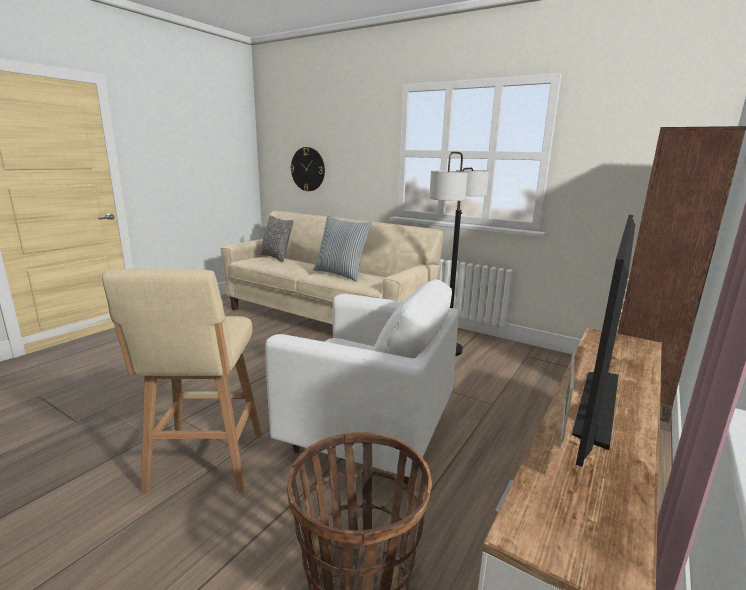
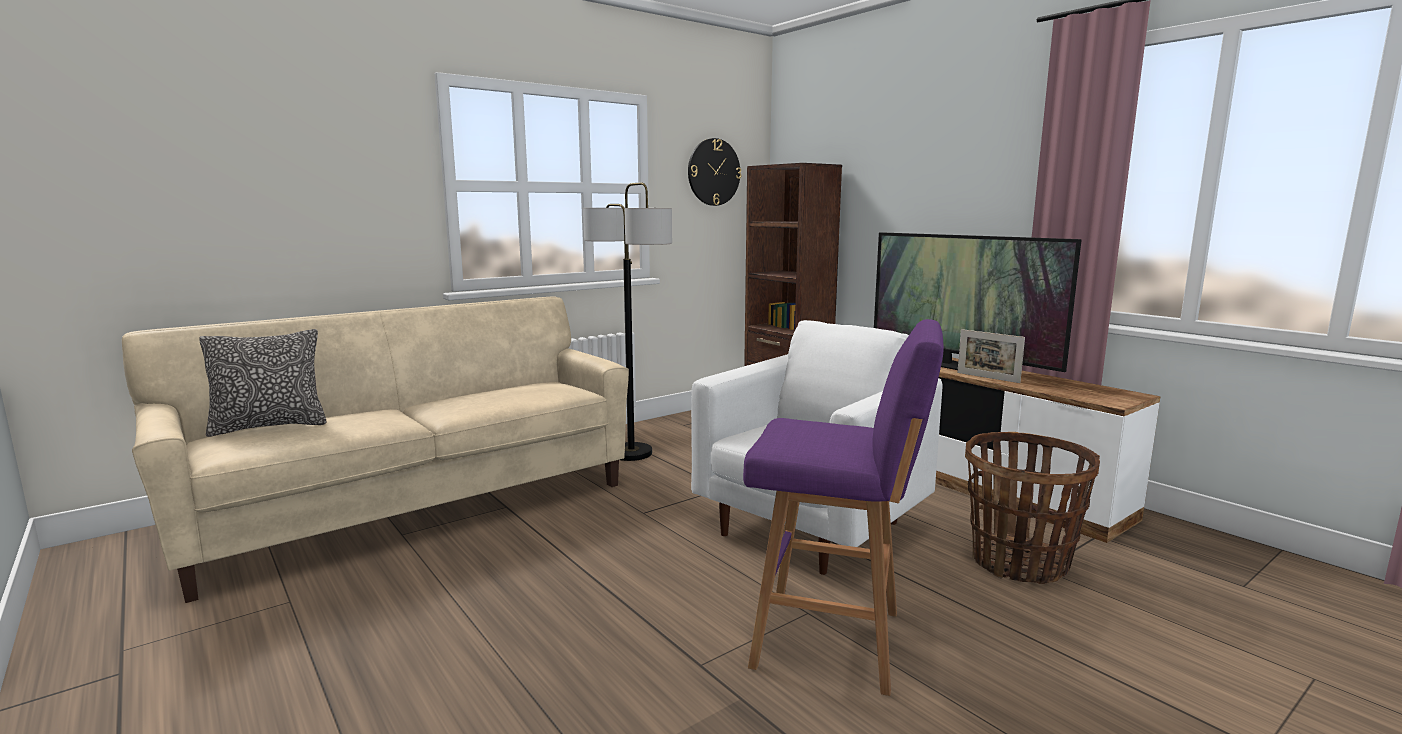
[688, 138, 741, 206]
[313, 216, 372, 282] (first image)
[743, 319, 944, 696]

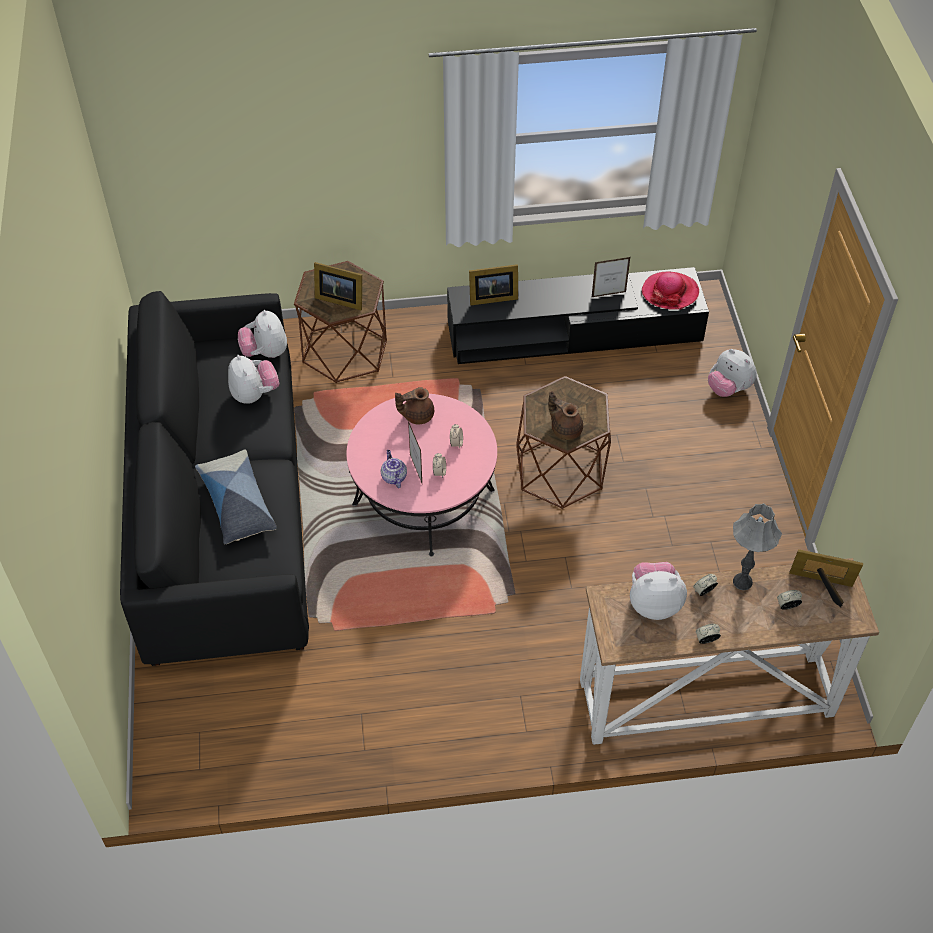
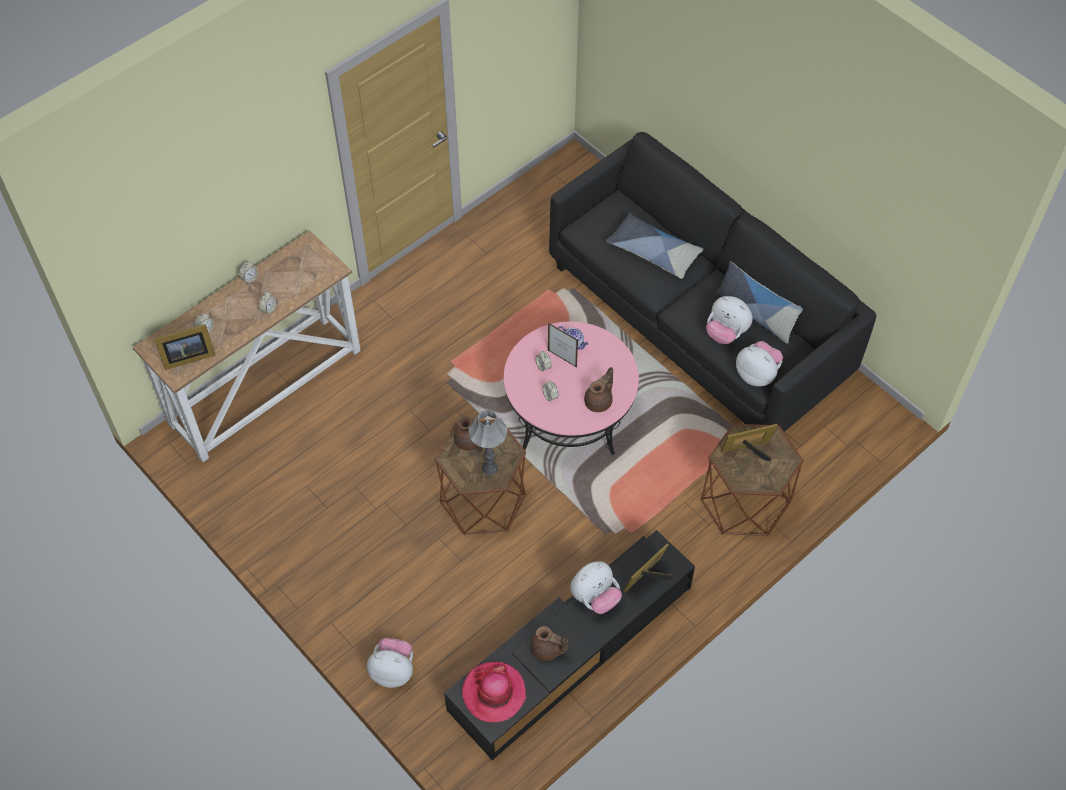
[530, 626, 569, 661]
[468, 409, 508, 475]
[570, 561, 622, 614]
[715, 261, 803, 344]

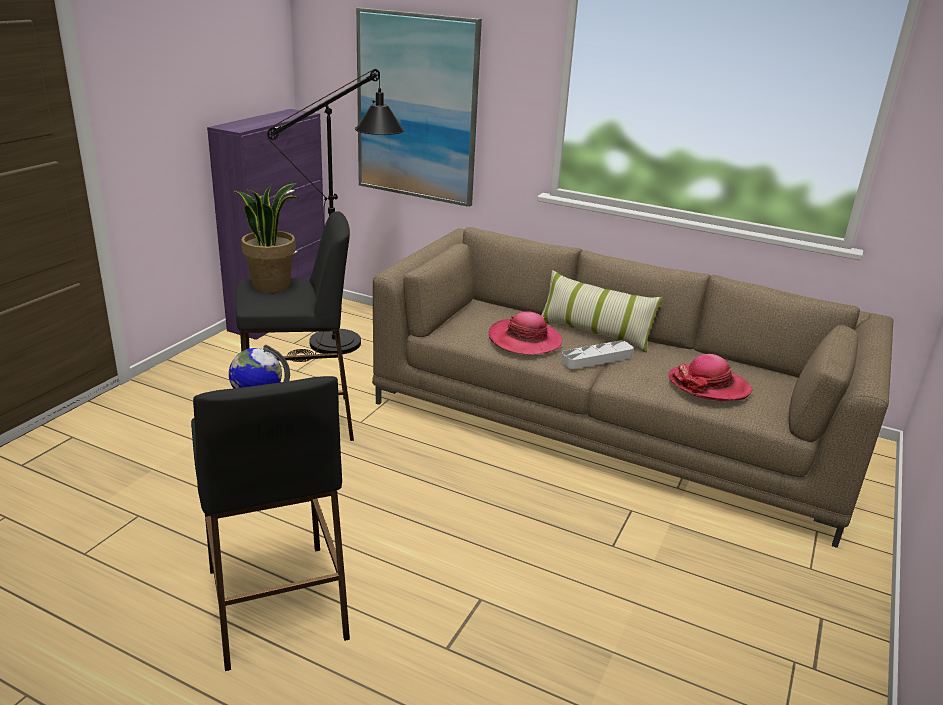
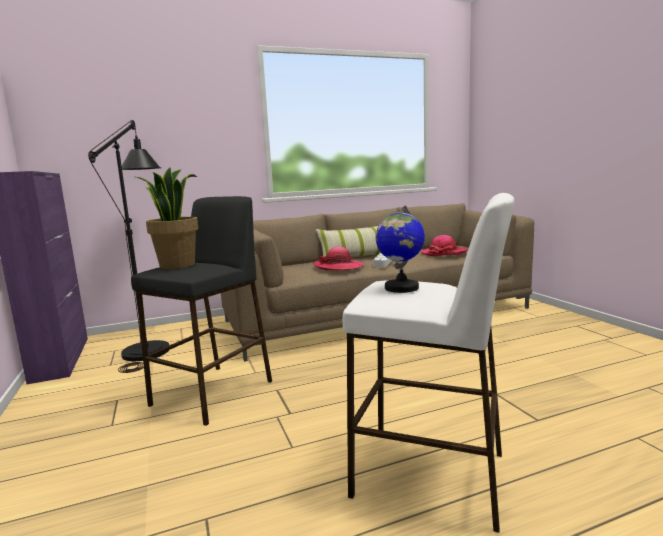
[356, 7, 482, 207] (first image)
[343, 193, 514, 533]

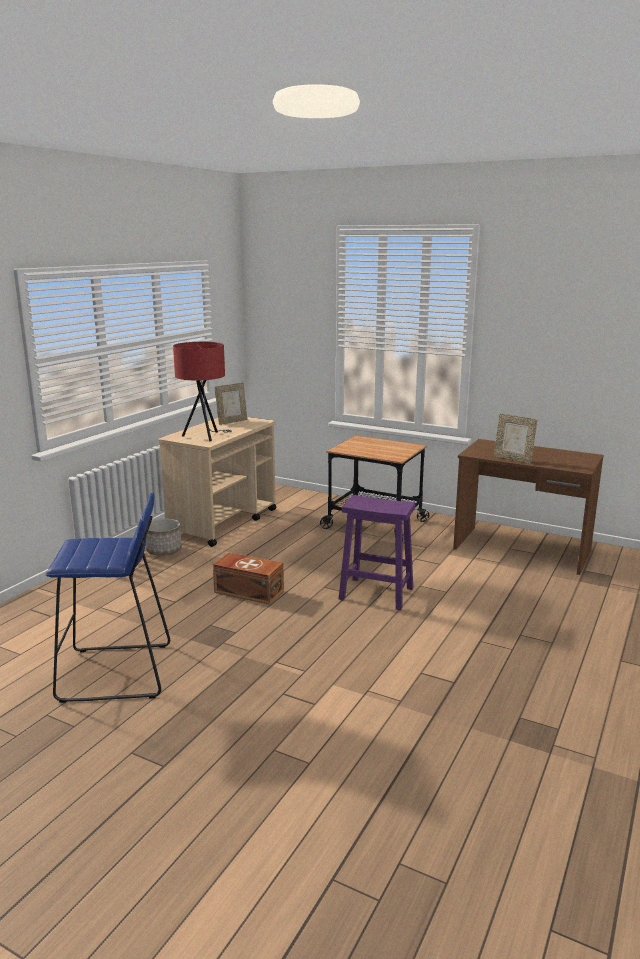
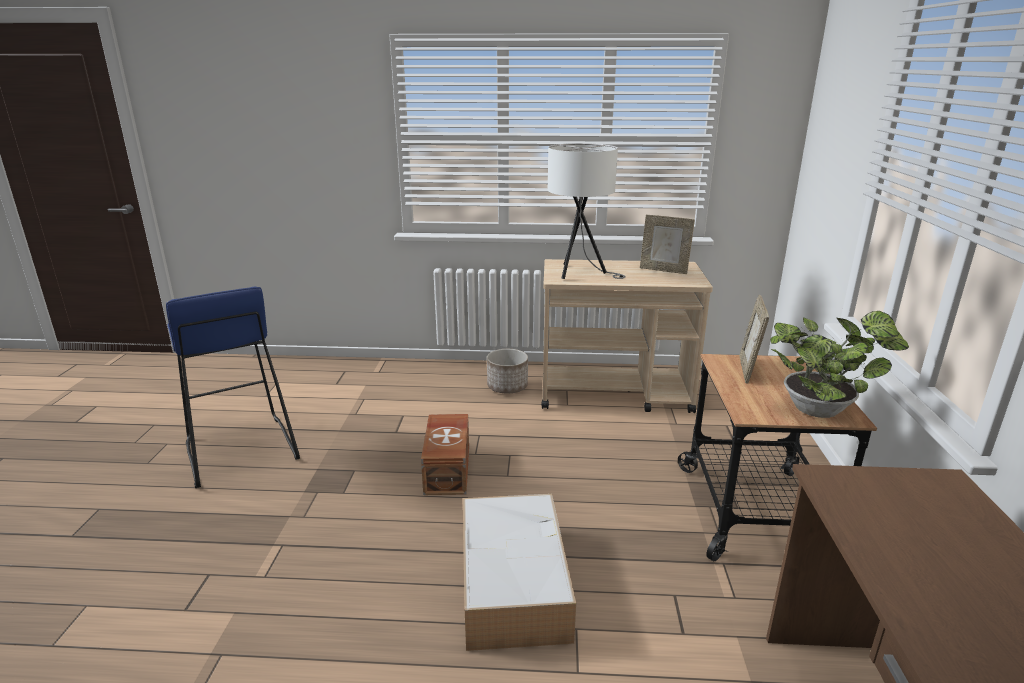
[548, 143, 626, 279]
[739, 295, 769, 384]
[463, 494, 576, 651]
[770, 311, 909, 418]

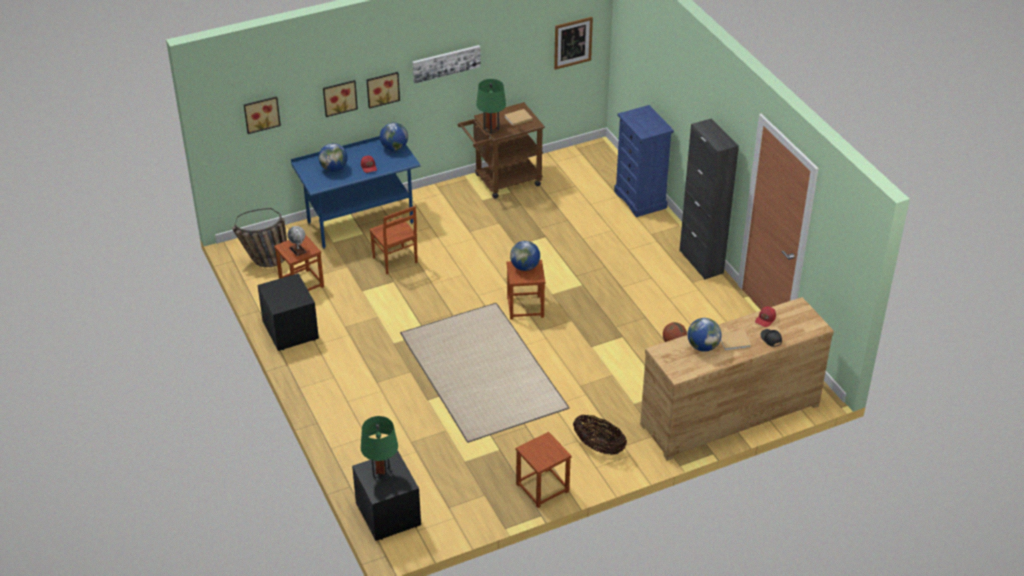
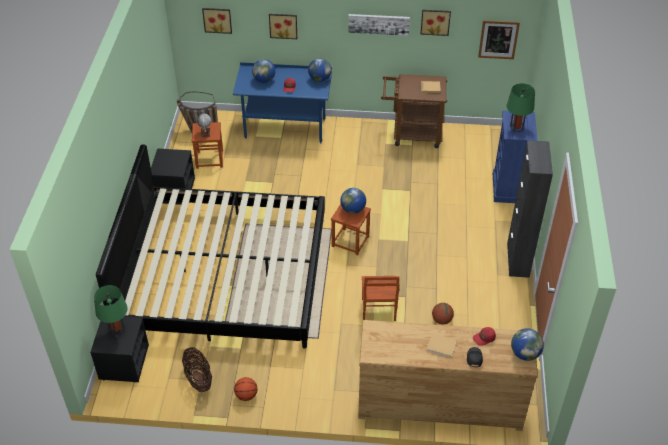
[420, 10, 451, 36]
[507, 83, 535, 132]
[362, 276, 399, 321]
[511, 328, 544, 361]
[182, 347, 212, 393]
[234, 377, 257, 401]
[96, 145, 325, 349]

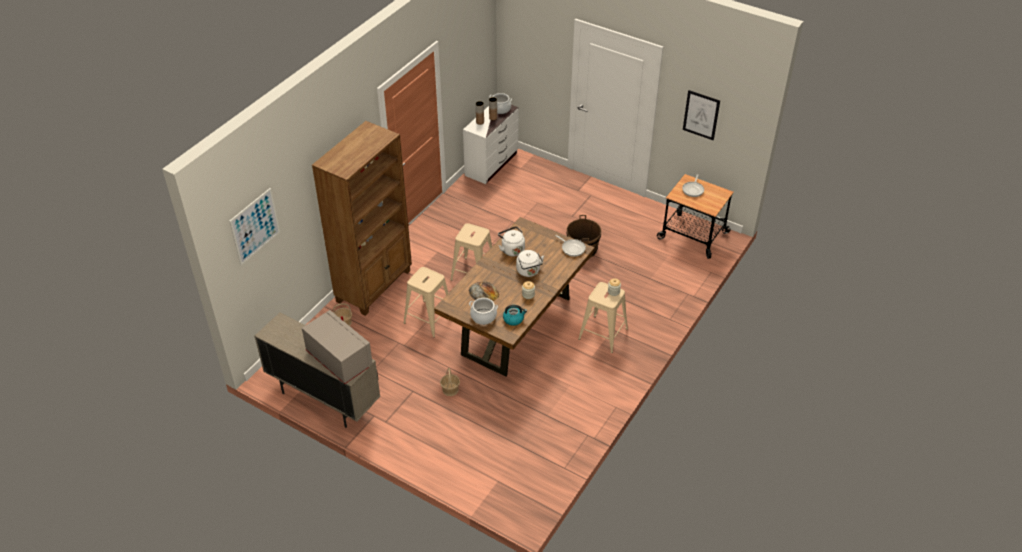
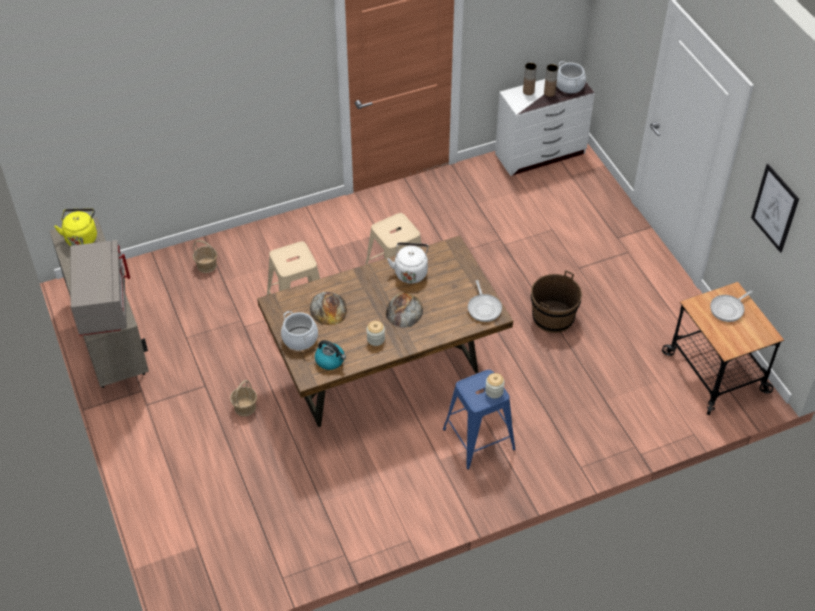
[312, 121, 412, 316] (first image)
[229, 188, 280, 265] (first image)
[386, 293, 423, 328]
[443, 370, 516, 470]
[54, 208, 97, 246]

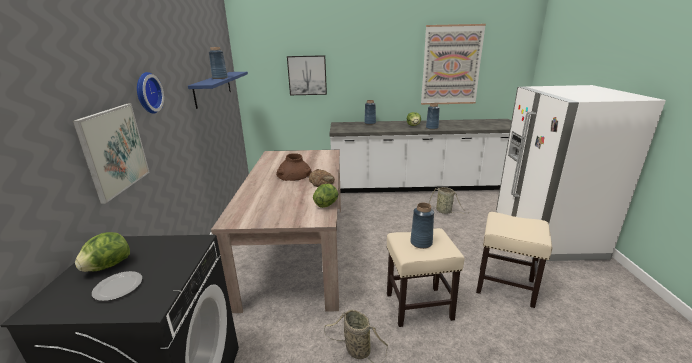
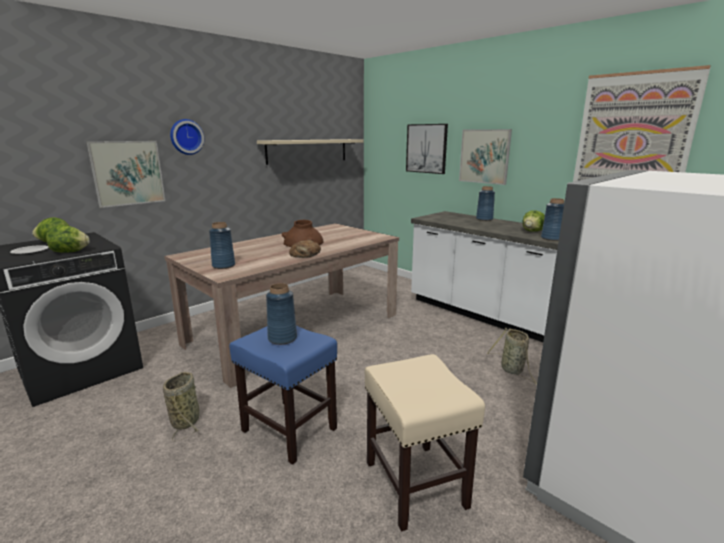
[209, 222, 235, 269]
[257, 139, 363, 165]
[46, 225, 90, 253]
[229, 325, 337, 465]
[459, 129, 512, 185]

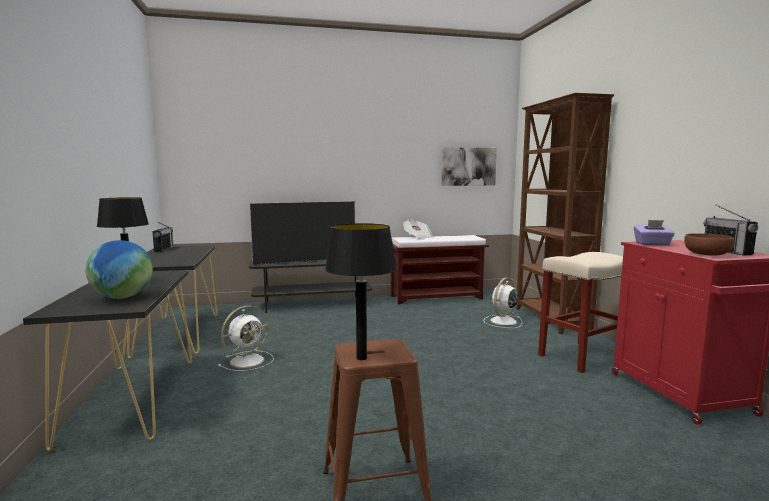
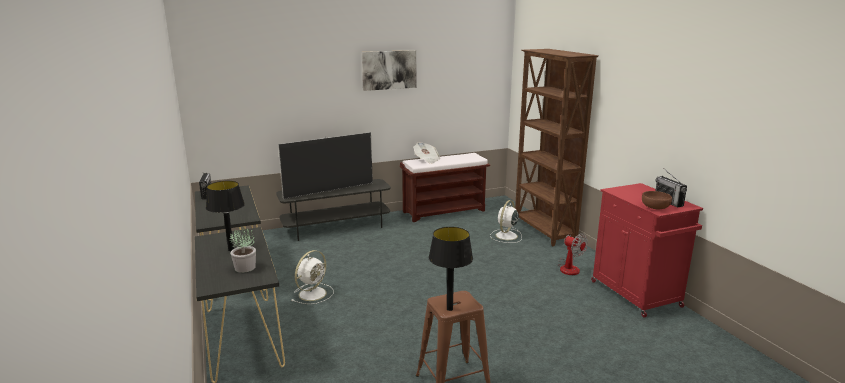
[362, 50, 416, 91]
[634, 220, 675, 246] (first image)
[230, 226, 256, 273]
[558, 233, 588, 275]

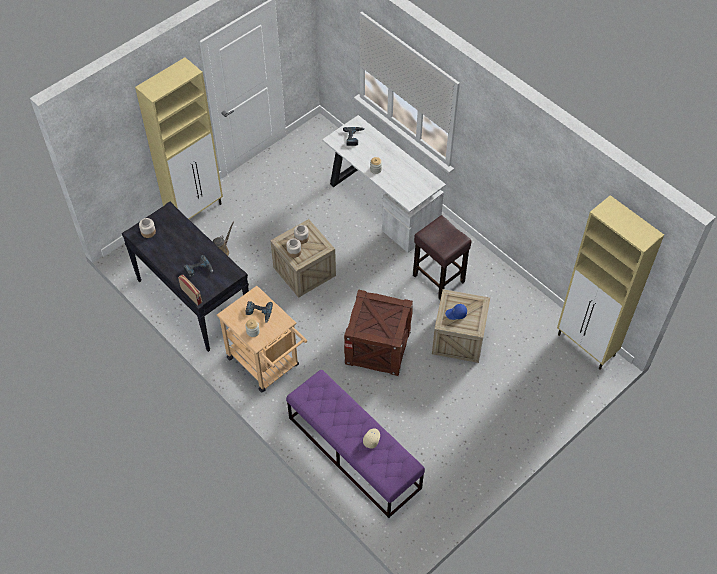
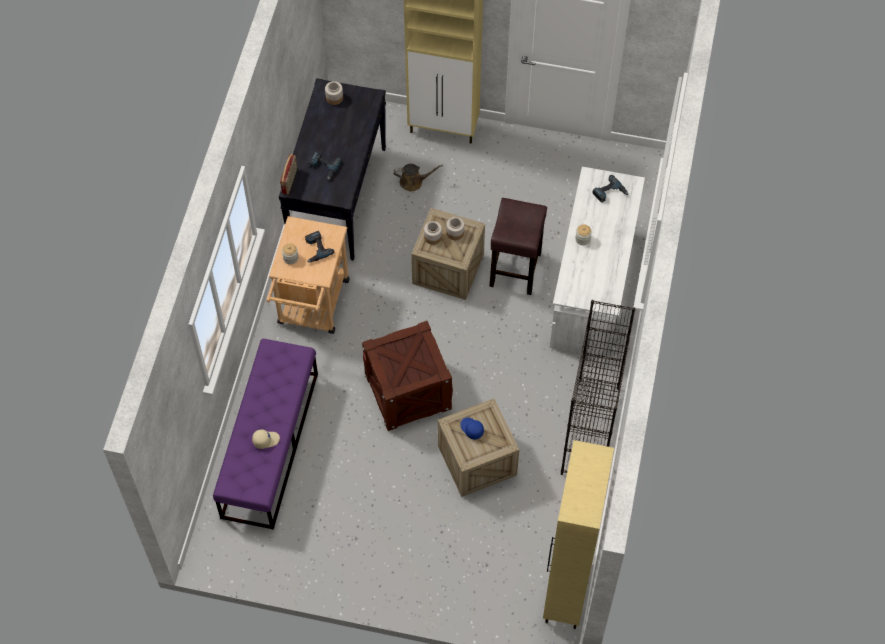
[489, 198, 547, 295]
[561, 300, 635, 475]

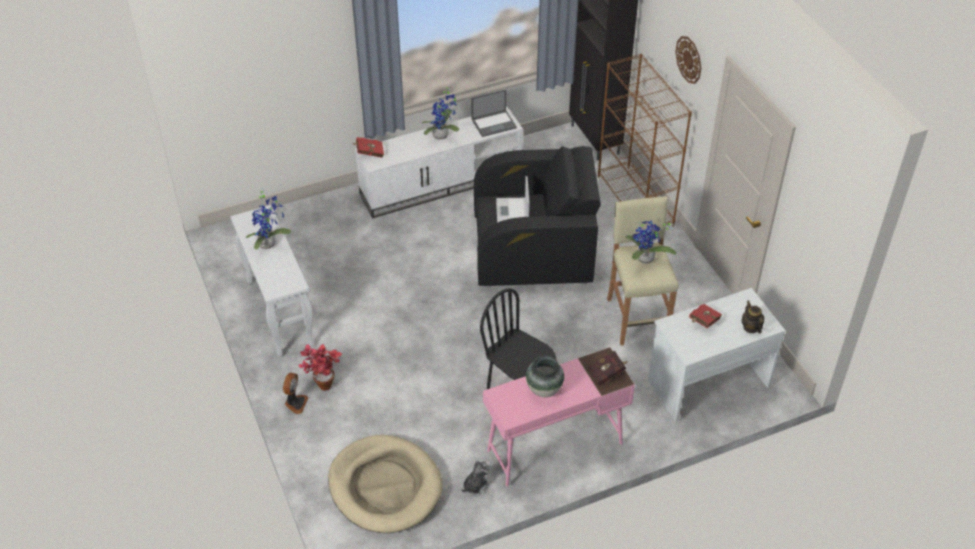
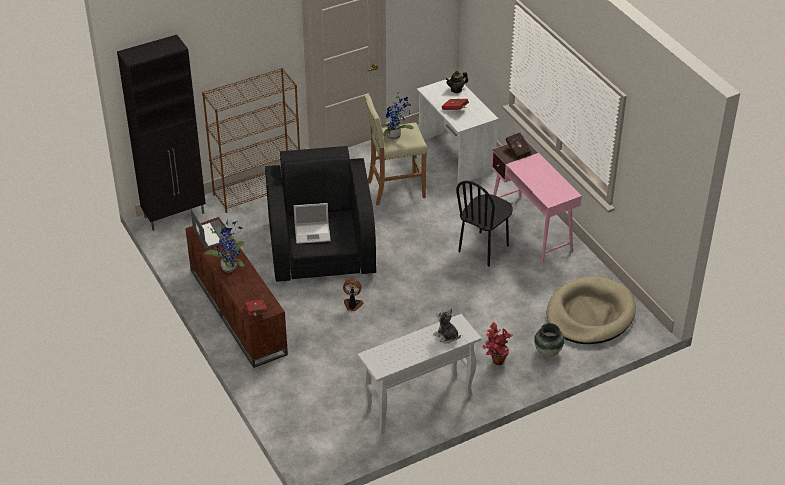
[675, 36, 701, 84] (first image)
[185, 217, 288, 368]
[246, 188, 291, 250] (first image)
[534, 323, 564, 357]
[343, 279, 364, 311]
[433, 309, 461, 344]

